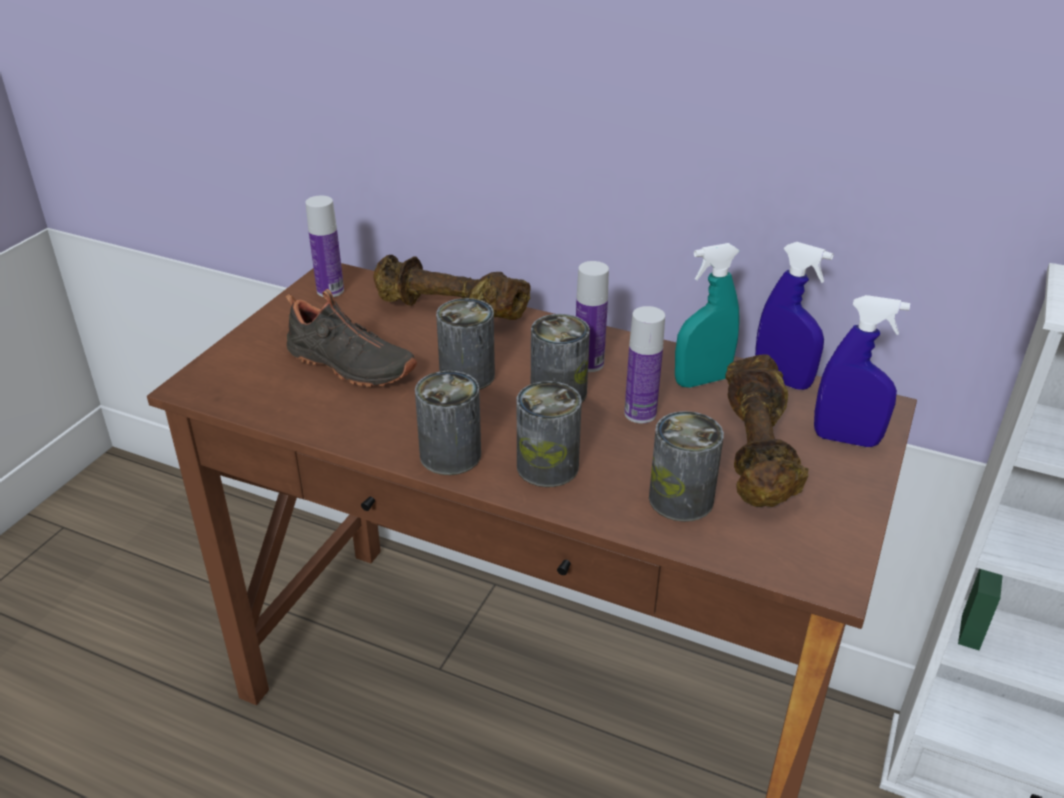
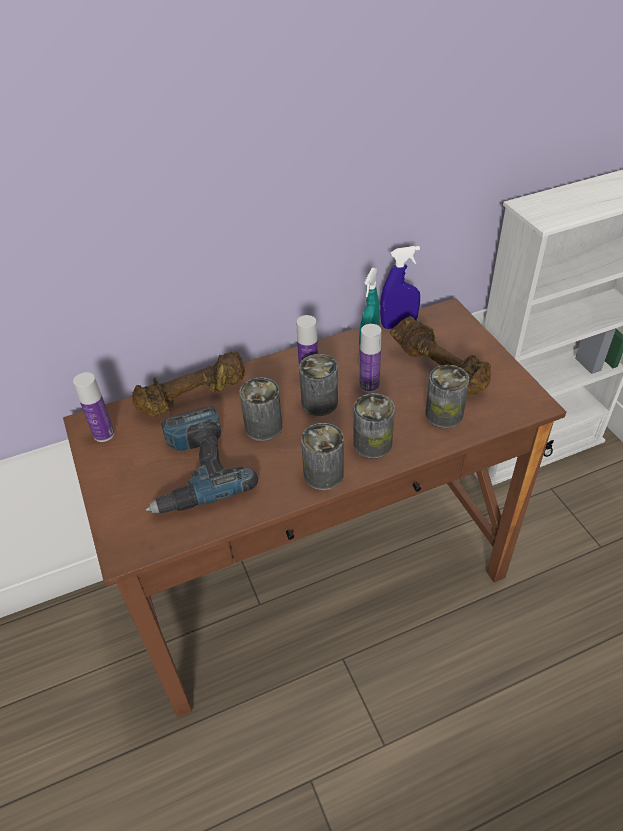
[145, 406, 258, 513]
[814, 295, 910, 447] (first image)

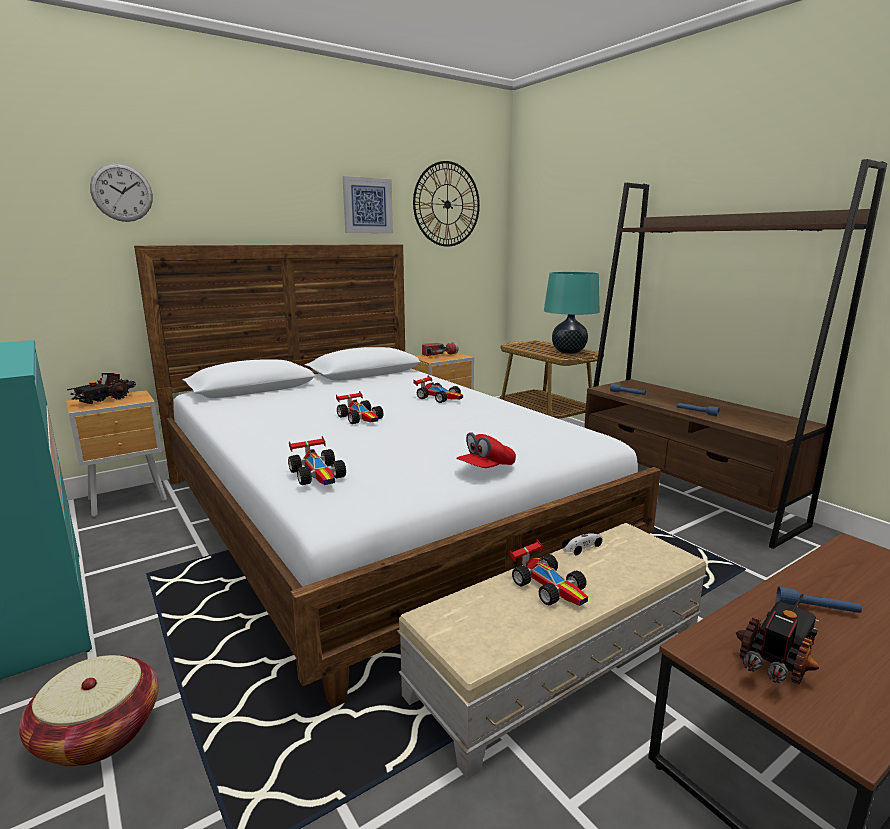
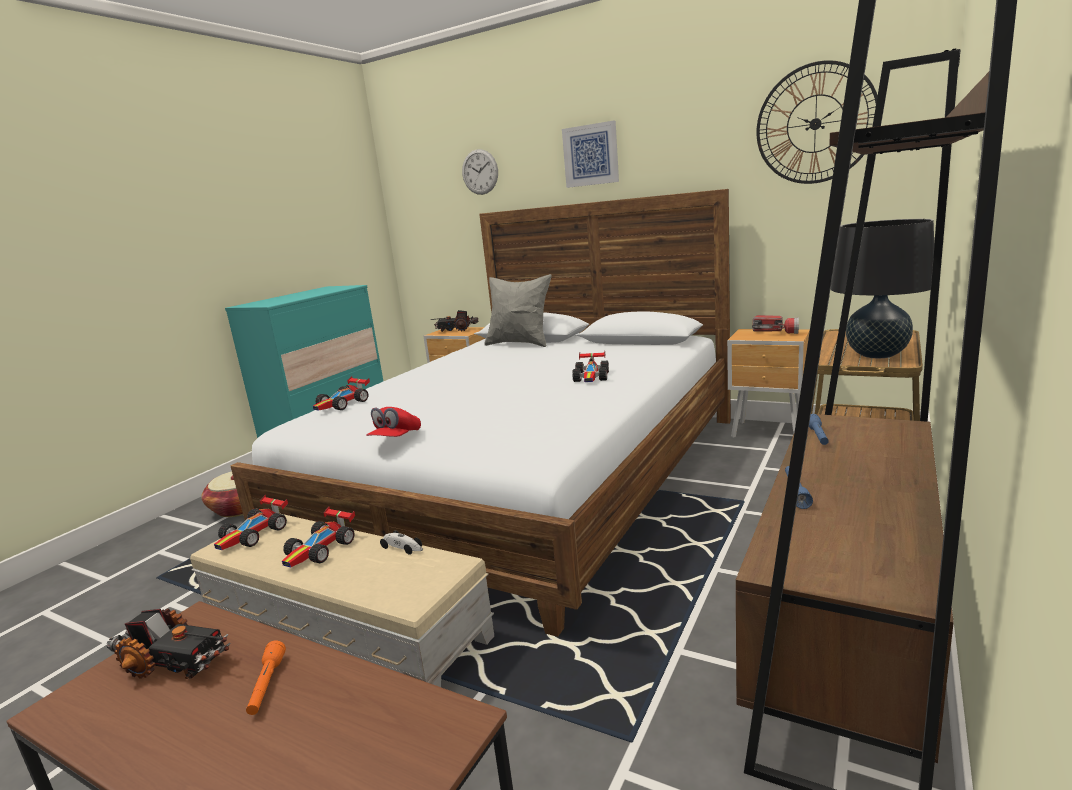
[562, 121, 619, 188]
[831, 219, 934, 358]
[214, 495, 288, 550]
[366, 407, 421, 437]
[246, 641, 286, 715]
[484, 274, 551, 347]

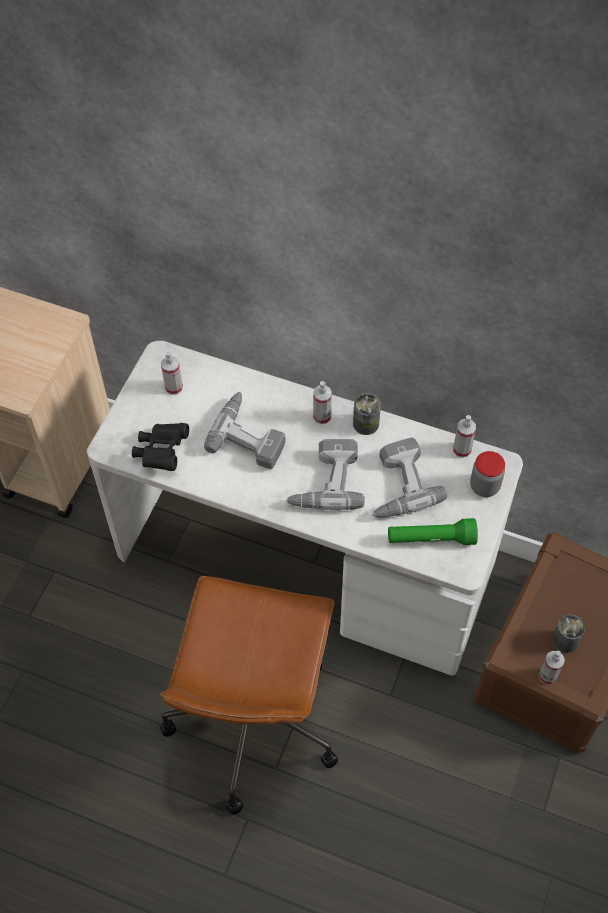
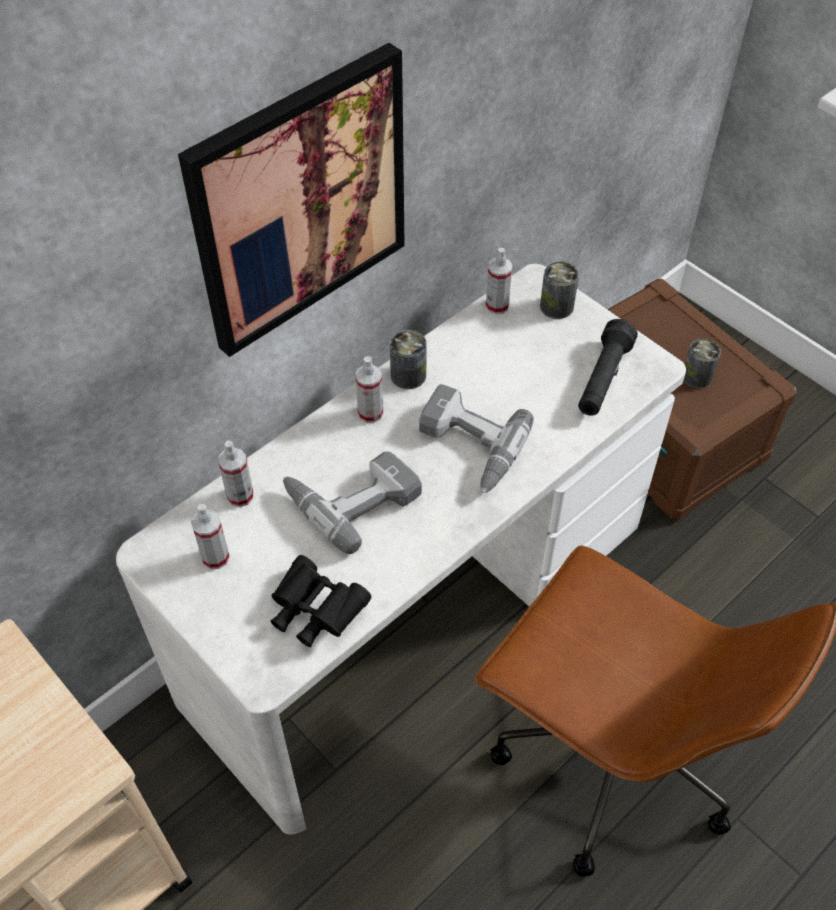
[372, 438, 447, 518] (first image)
[540, 262, 579, 319]
[578, 319, 638, 416]
[218, 440, 253, 507]
[178, 43, 405, 357]

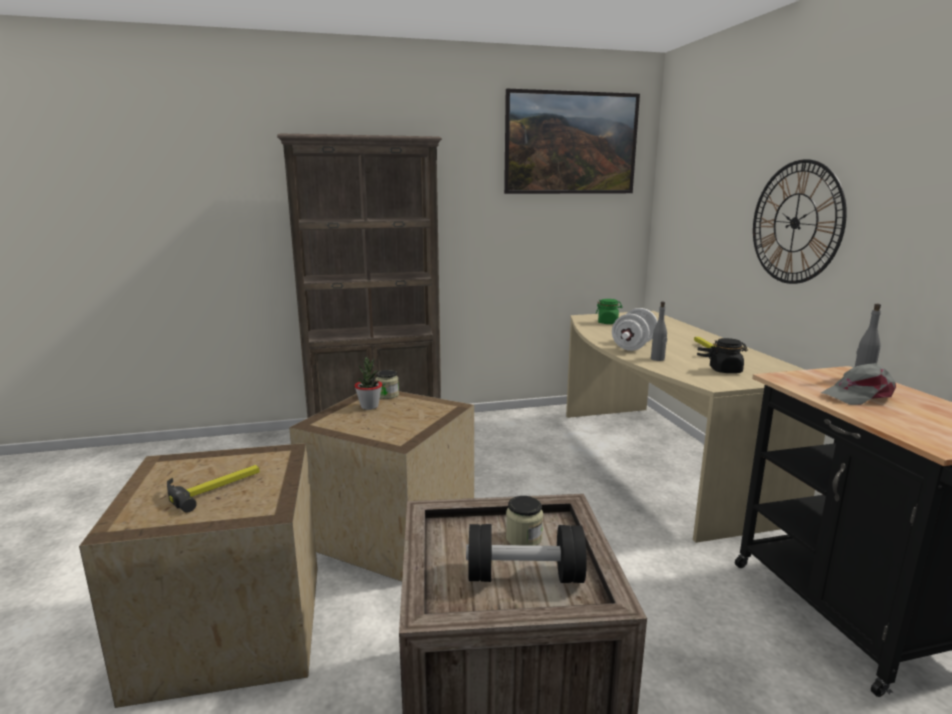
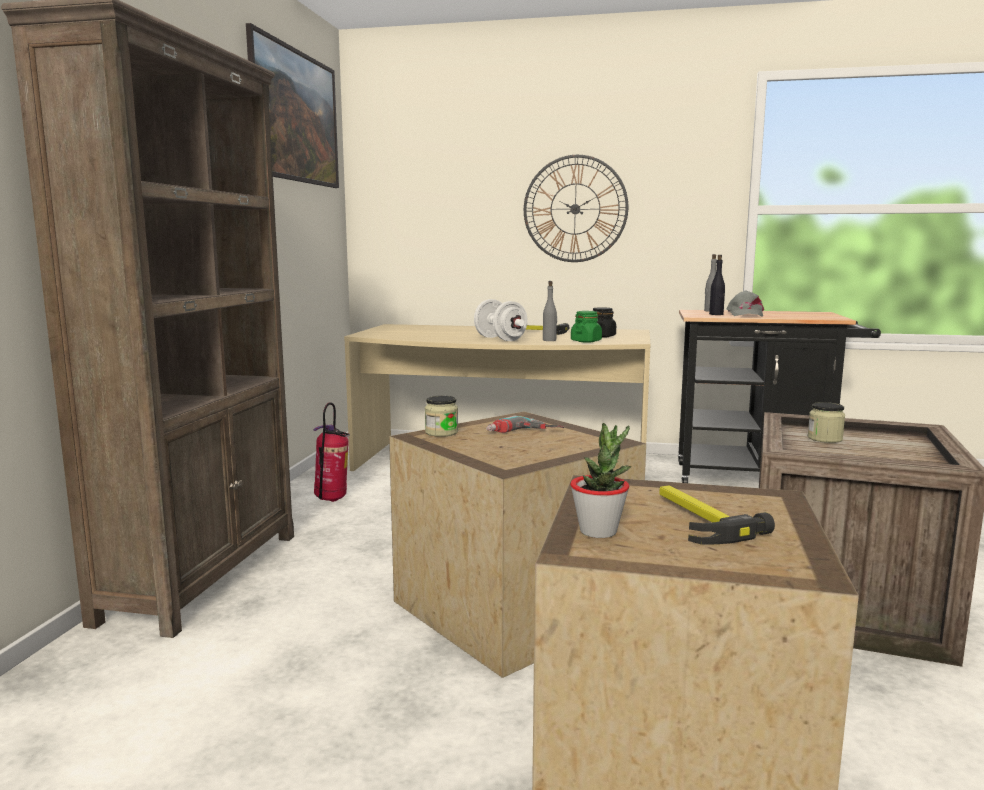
[571, 311, 602, 342]
[570, 423, 631, 538]
[466, 524, 587, 583] (first image)
[709, 255, 725, 315]
[313, 402, 350, 502]
[486, 415, 564, 433]

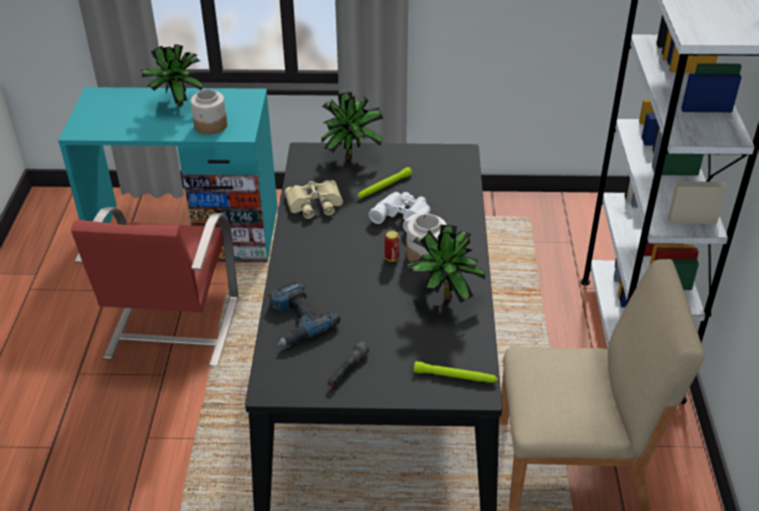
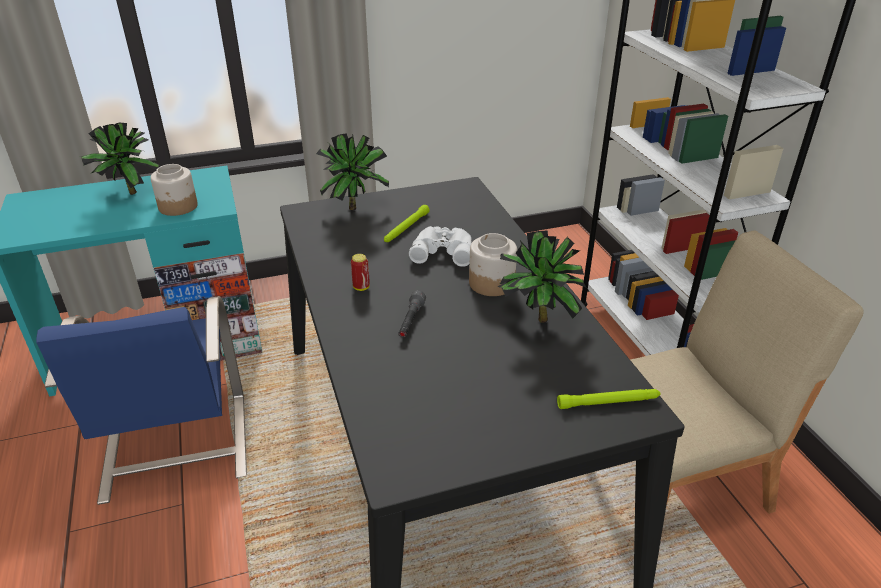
[285, 180, 343, 219] (first image)
[36, 296, 247, 505]
[351, 254, 370, 291]
[268, 281, 341, 346] (first image)
[398, 290, 426, 337]

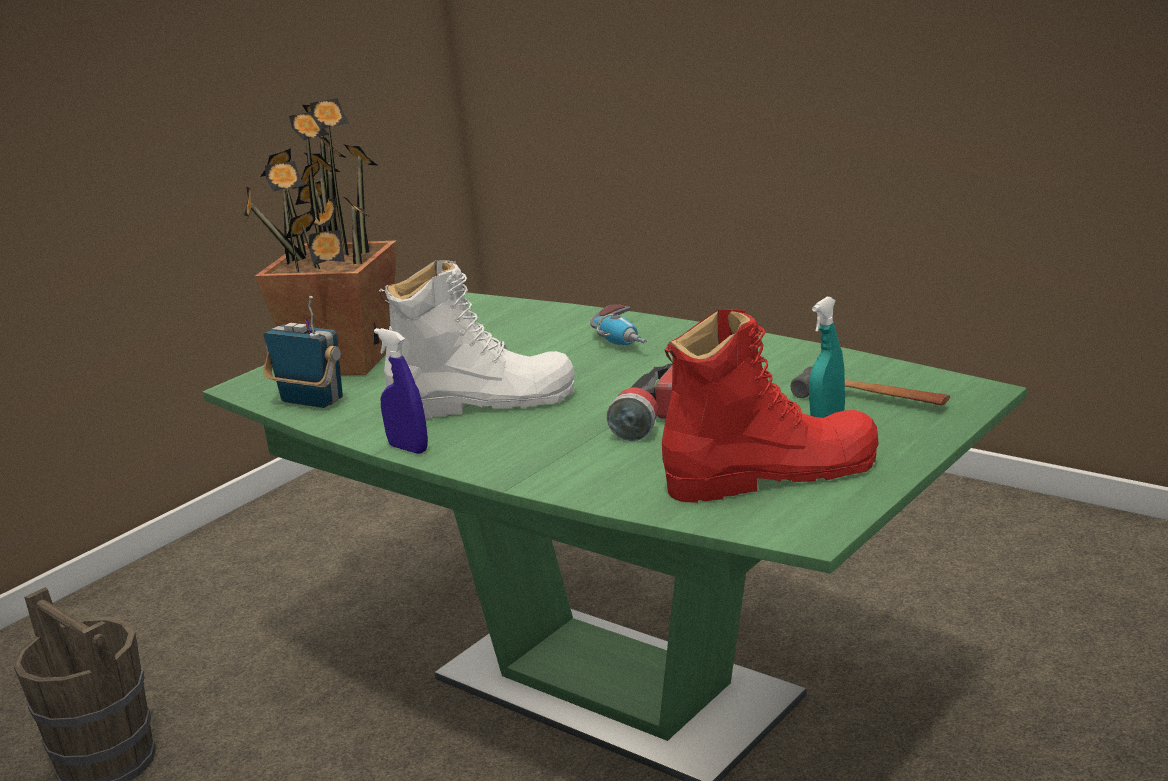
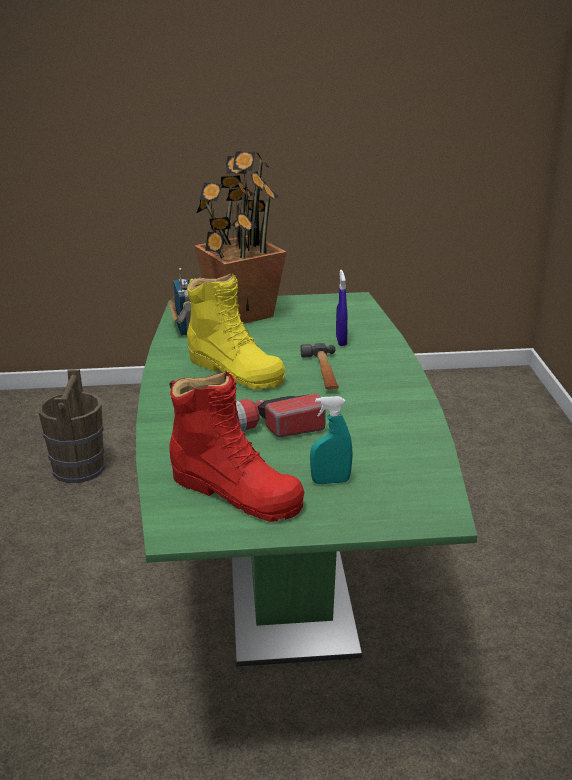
[187, 273, 285, 390]
[590, 304, 647, 345] (first image)
[336, 270, 348, 346]
[301, 343, 339, 390]

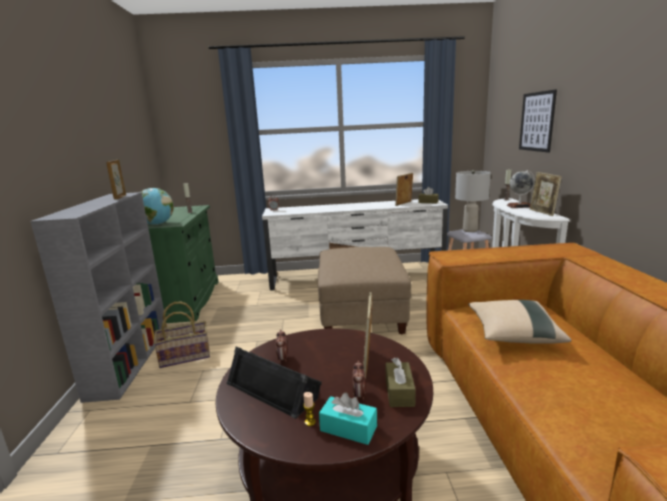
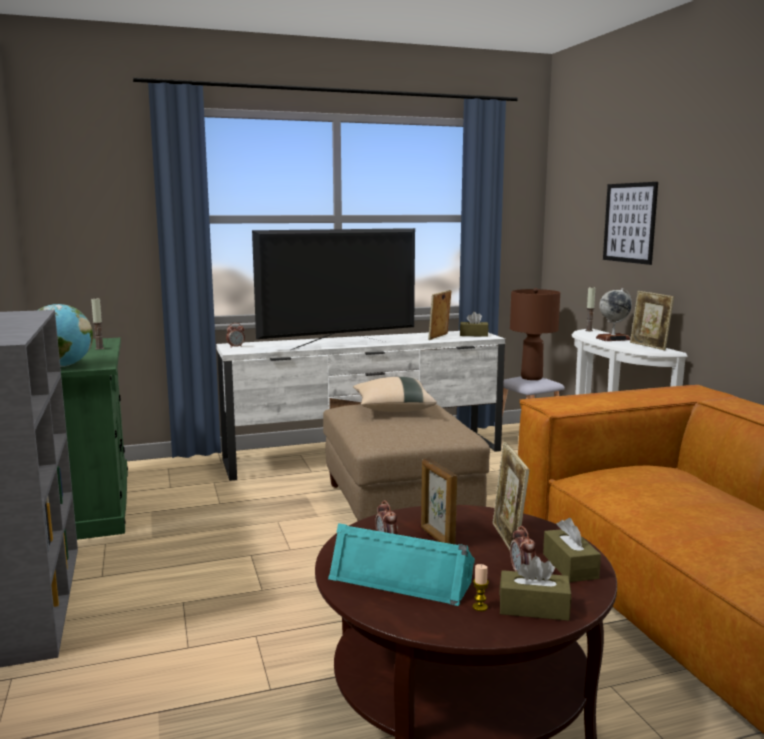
[421, 458, 457, 544]
[510, 288, 560, 380]
[353, 377, 437, 412]
[153, 302, 210, 368] (first image)
[328, 523, 475, 606]
[499, 556, 571, 621]
[252, 228, 415, 350]

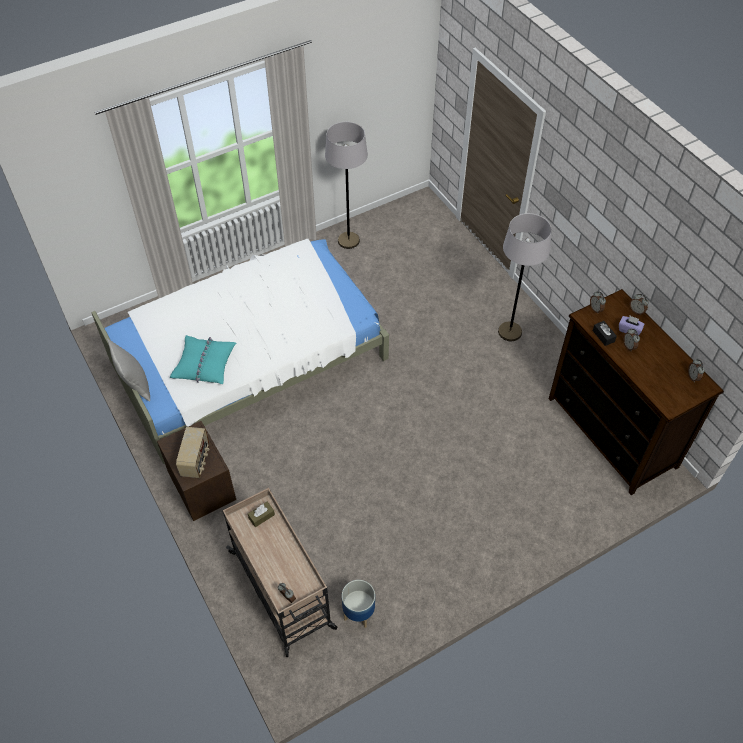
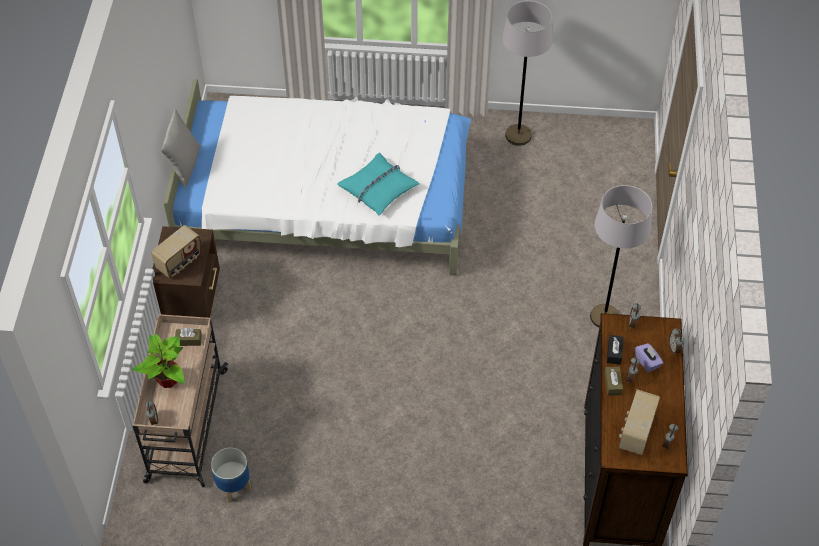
[337, 153, 420, 215]
[132, 333, 185, 388]
[604, 367, 623, 396]
[619, 389, 660, 455]

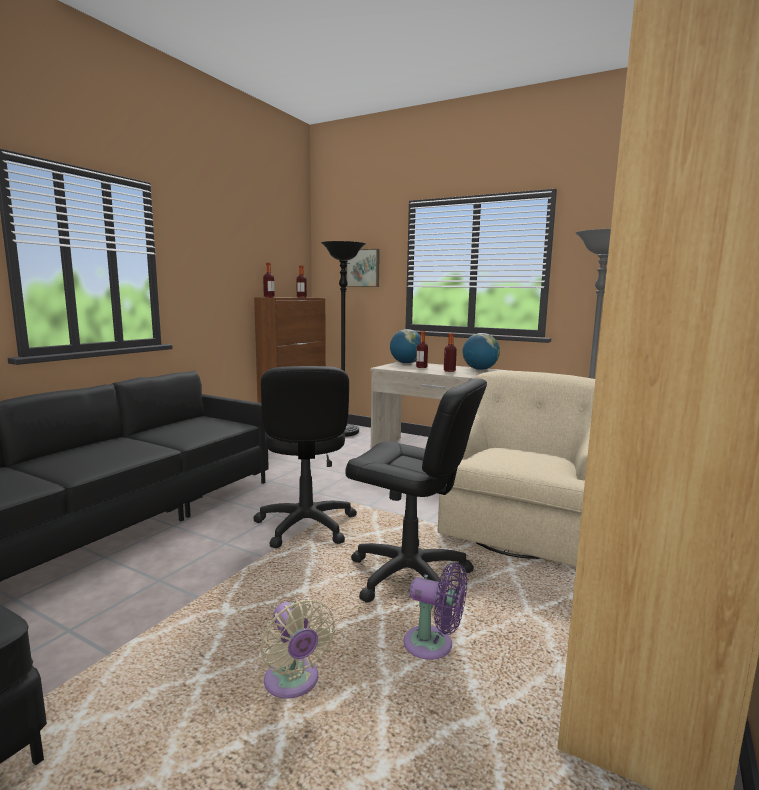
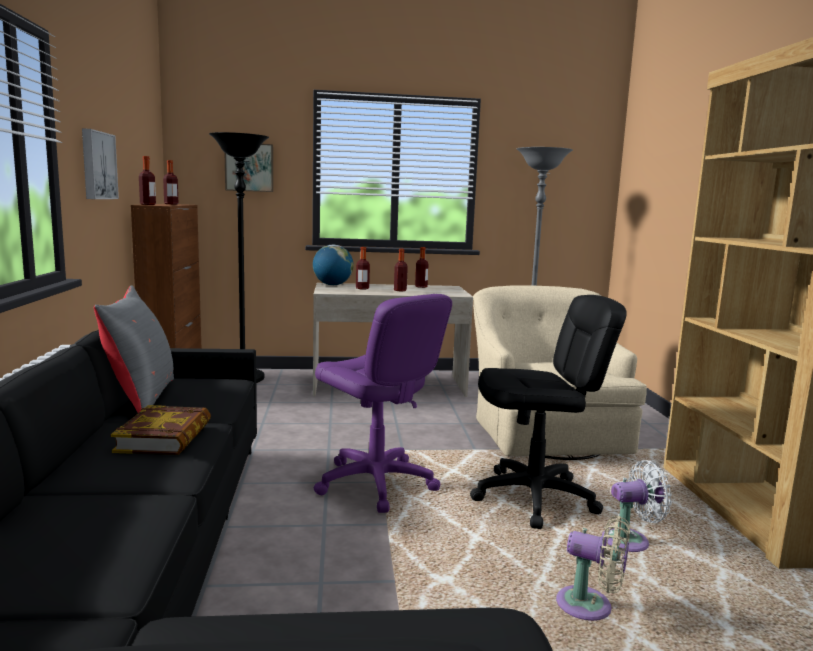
[415, 247, 429, 288]
[314, 294, 452, 513]
[602, 460, 672, 552]
[82, 128, 119, 199]
[94, 285, 174, 413]
[111, 405, 211, 455]

